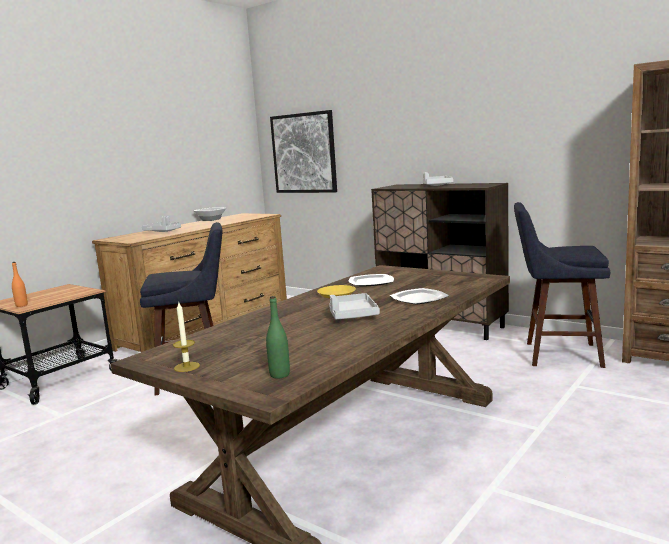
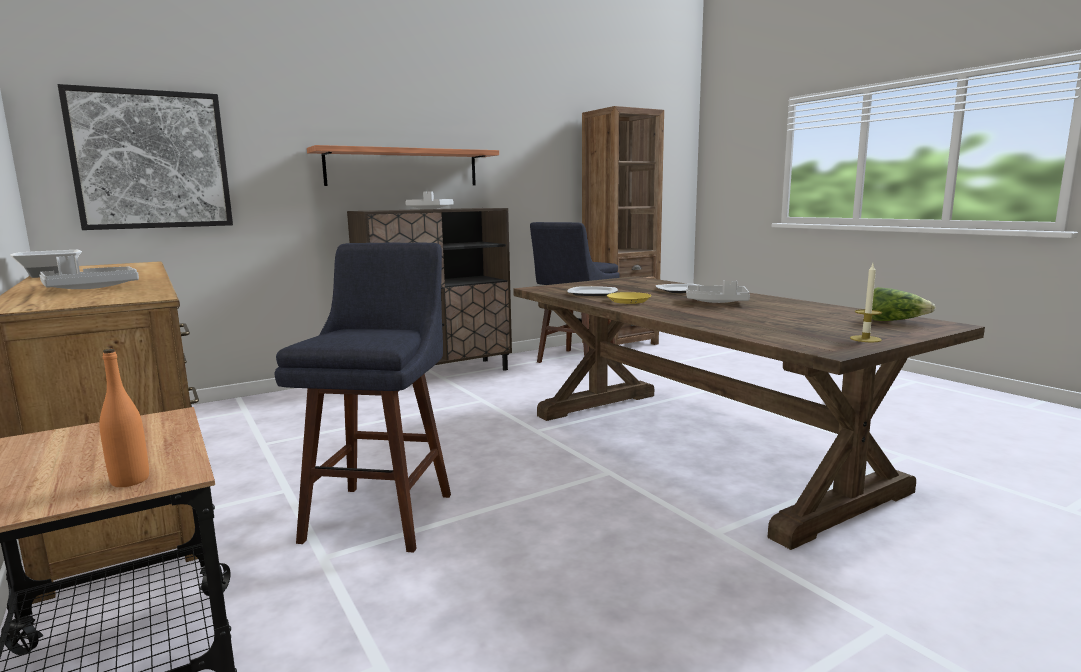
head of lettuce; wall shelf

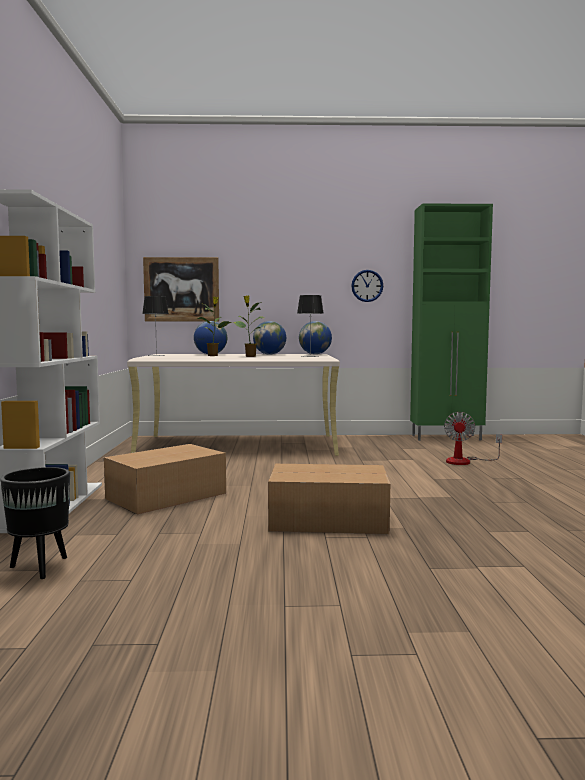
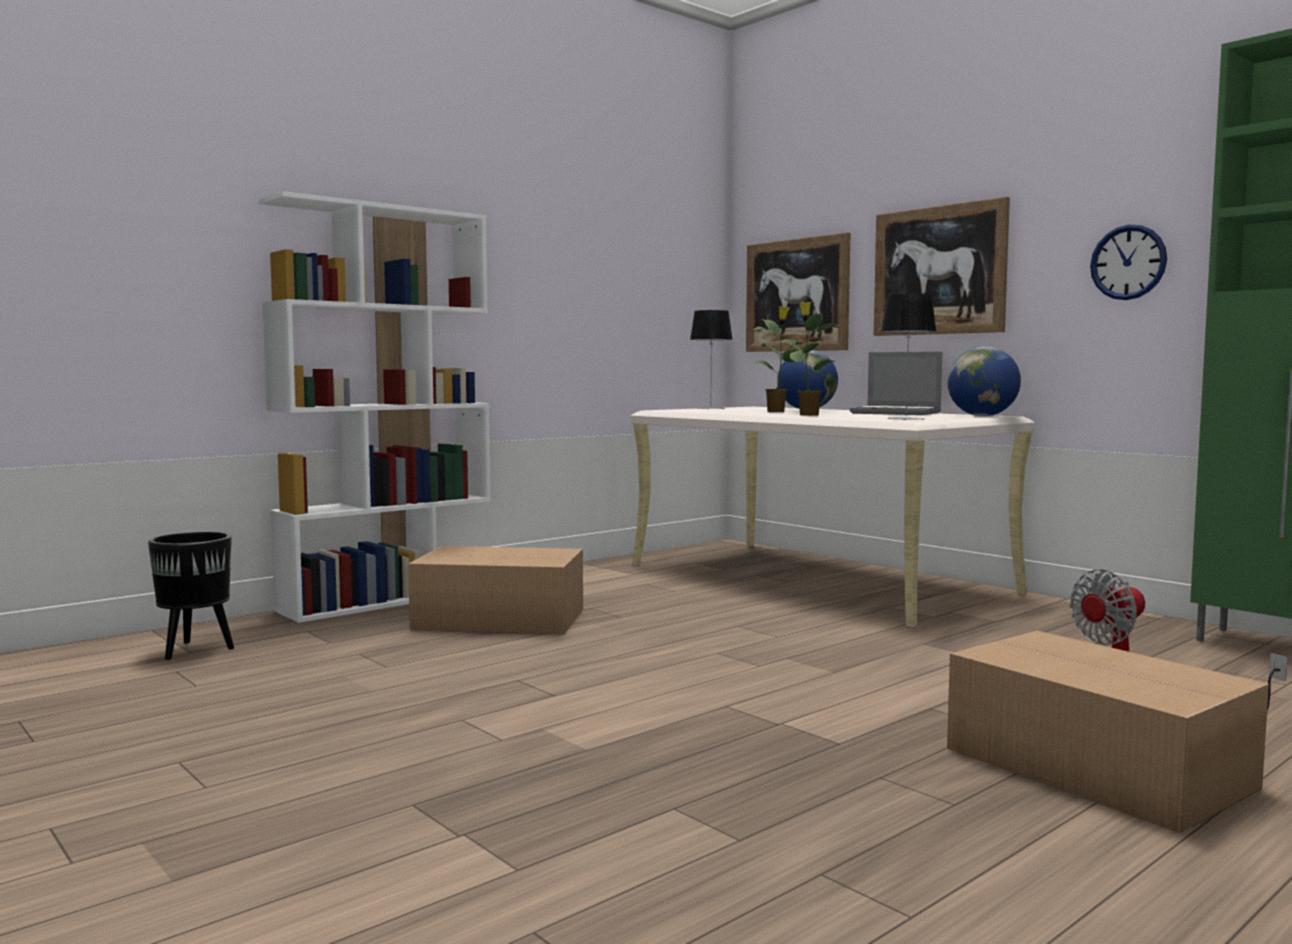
notebook computer; packing box (no. 2 from left); wall picture (no. 2 from left)

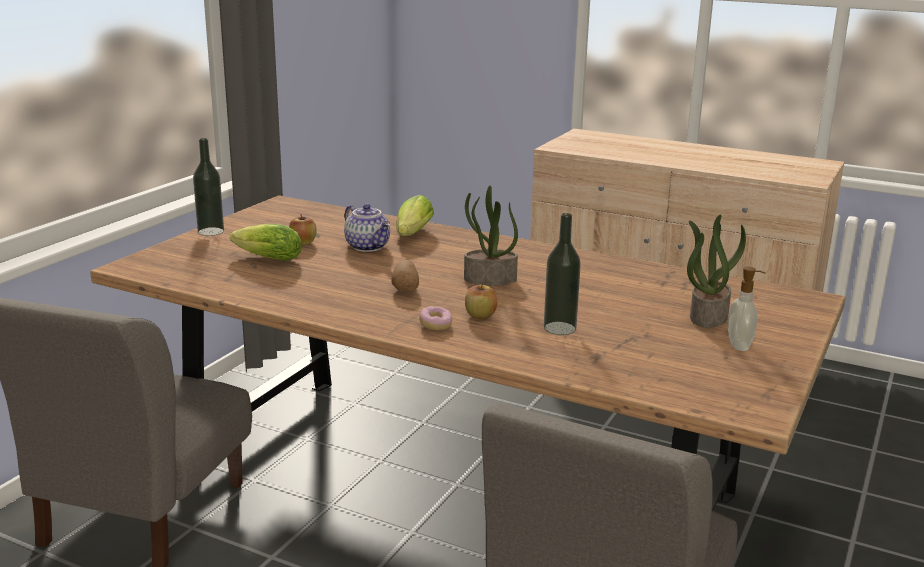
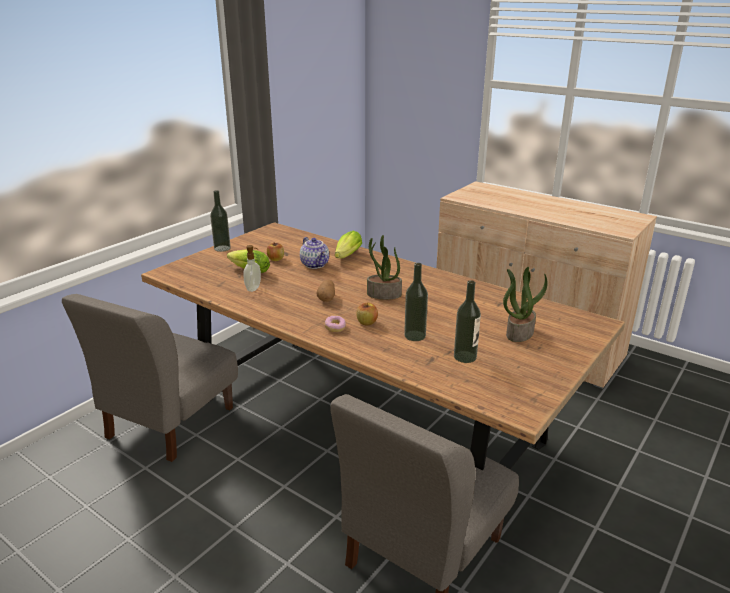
liquid soap bottle; drink bottle (no. 3 from left)

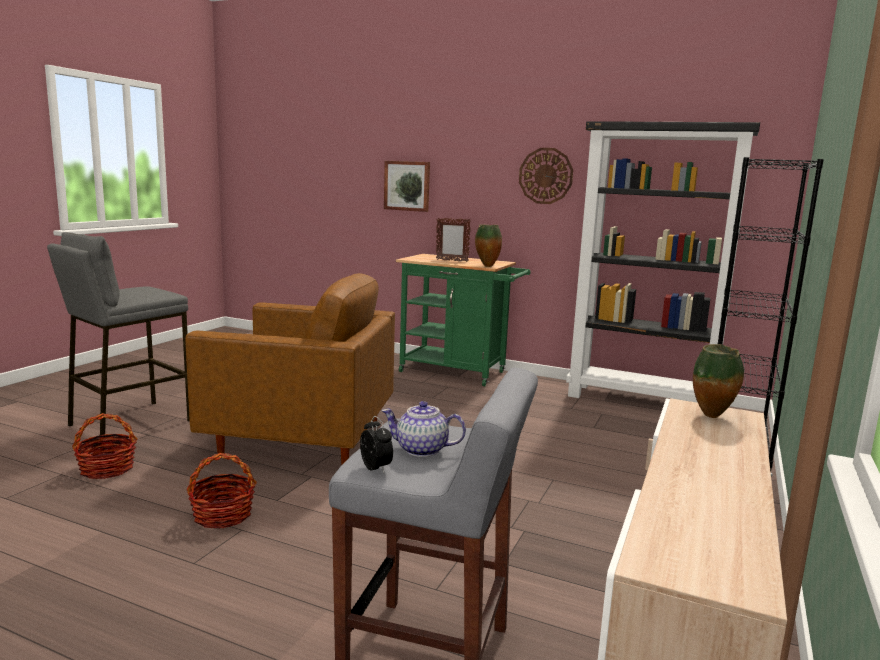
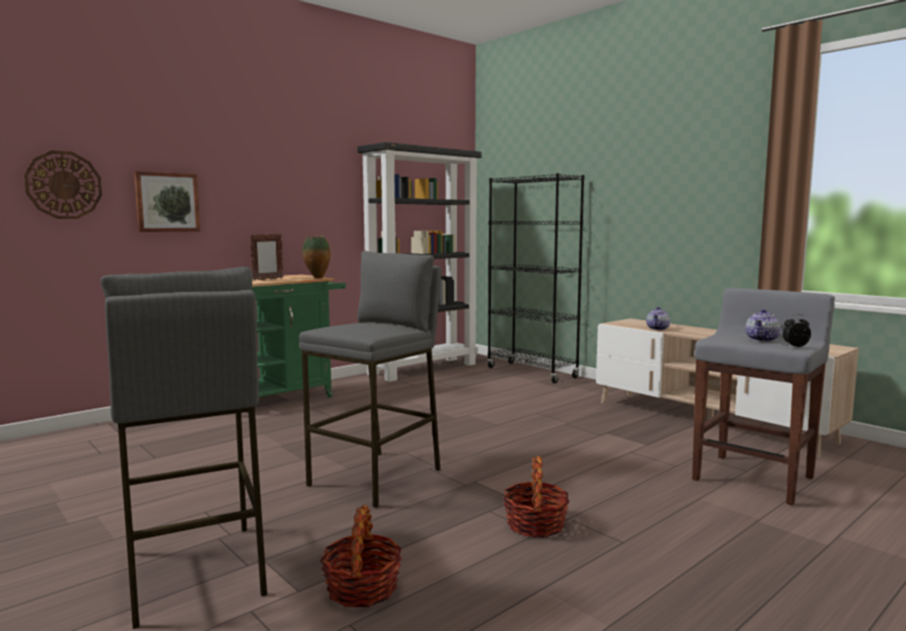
stool seat/greyish (no. 2 from left); wall clock; vase (no. 2 from left in the first image); pot for tea (no. 1 from left)

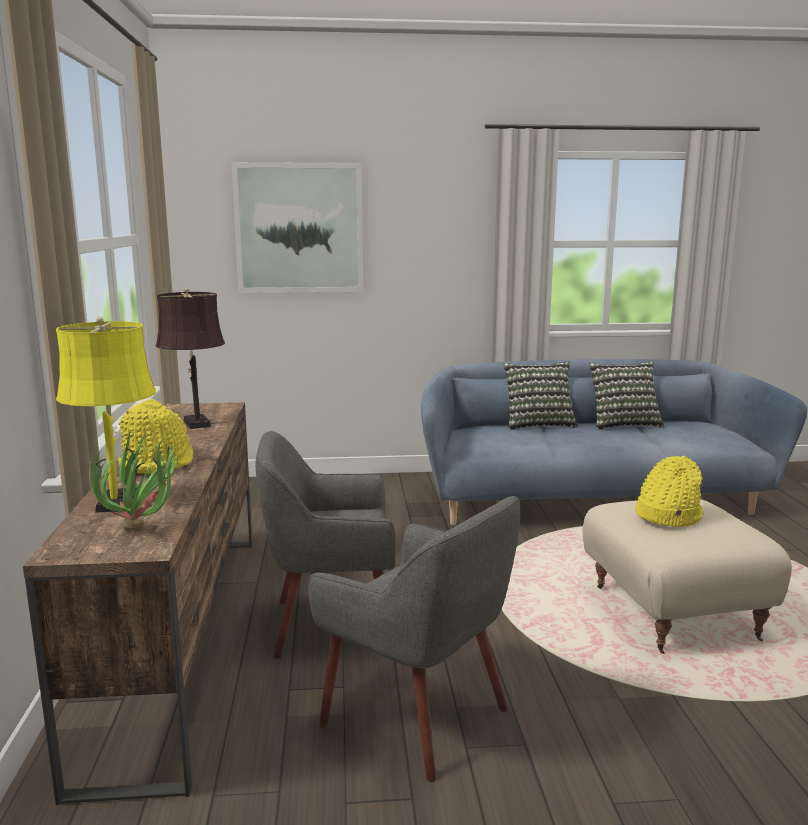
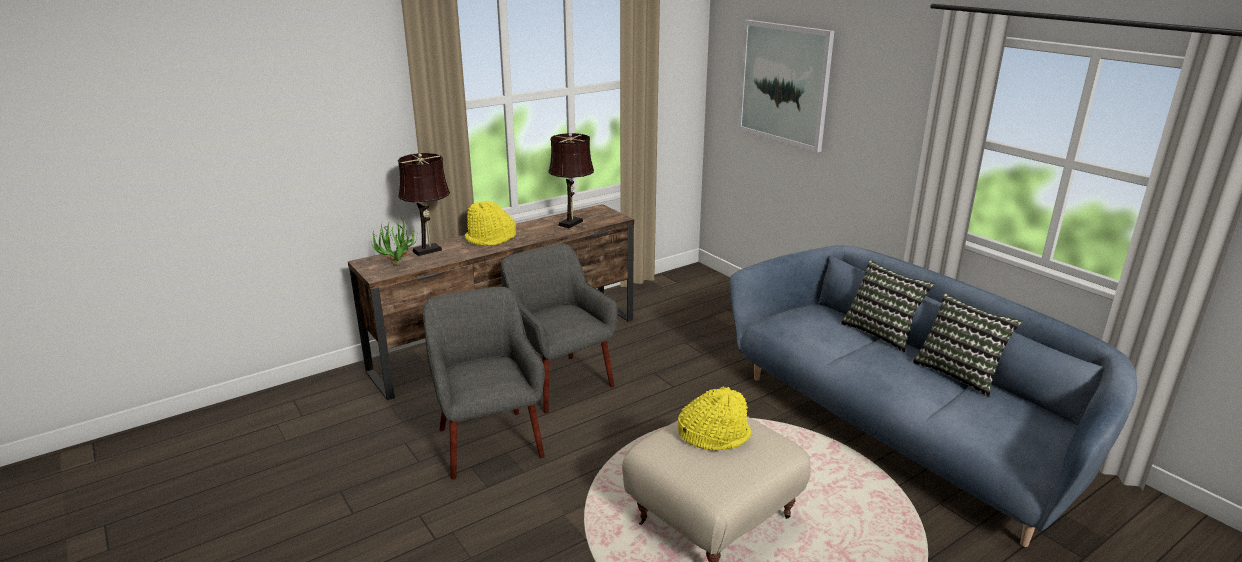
tabletop lamp/brown-coloured (no. 1 from left); easy chair/greyish (no. 1 from left)

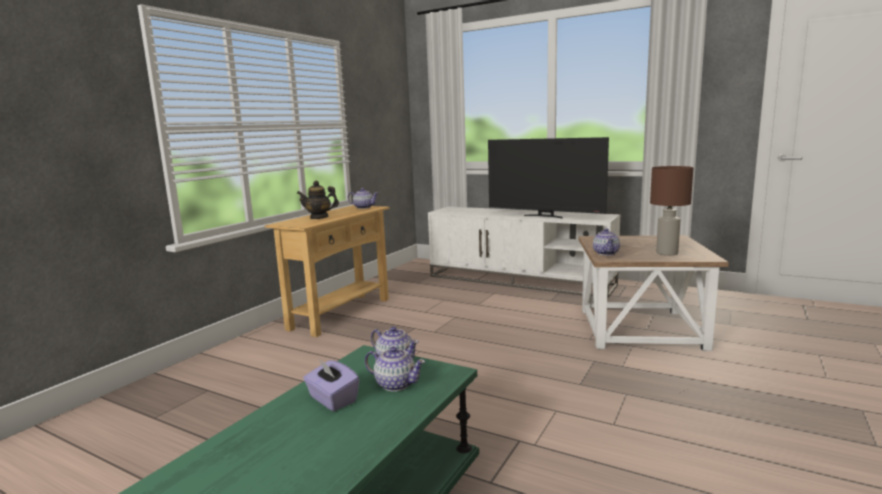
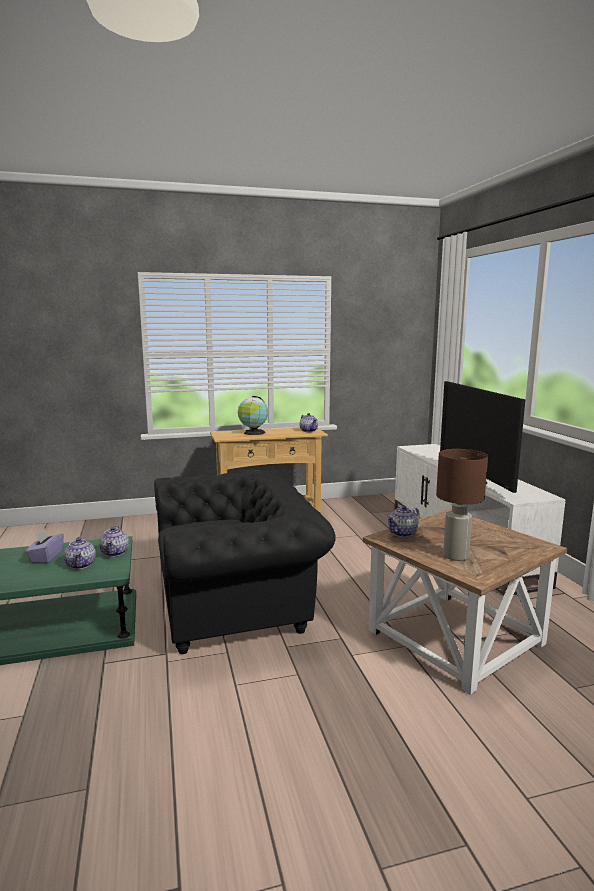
globe; easy chair/black

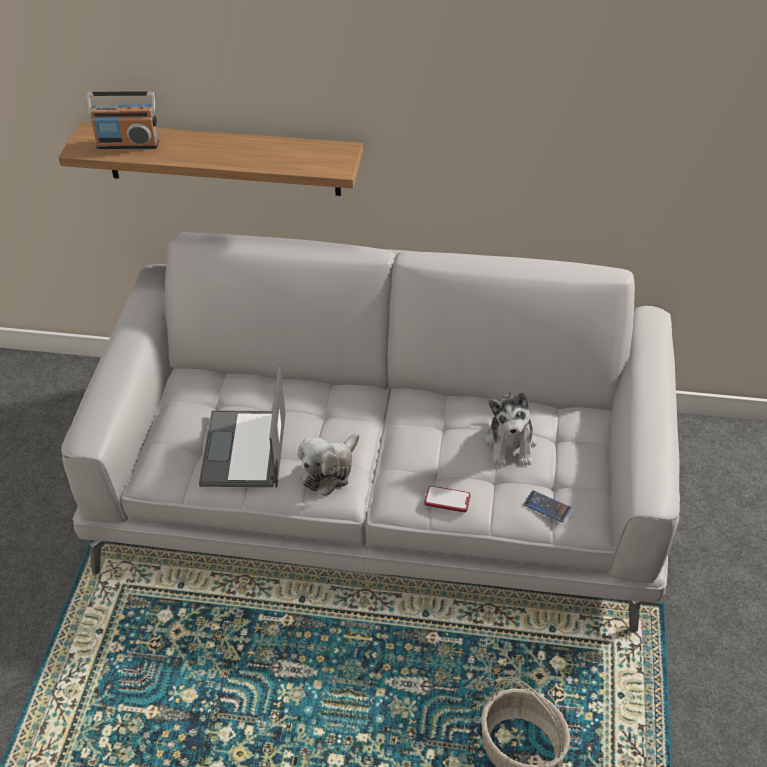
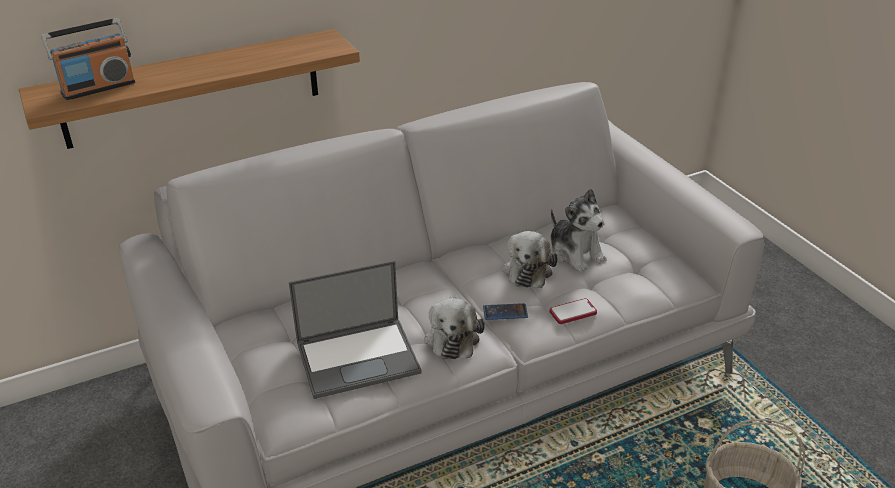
notebook computer; phone (no. 1 from left); plush toy (no. 2 from left)

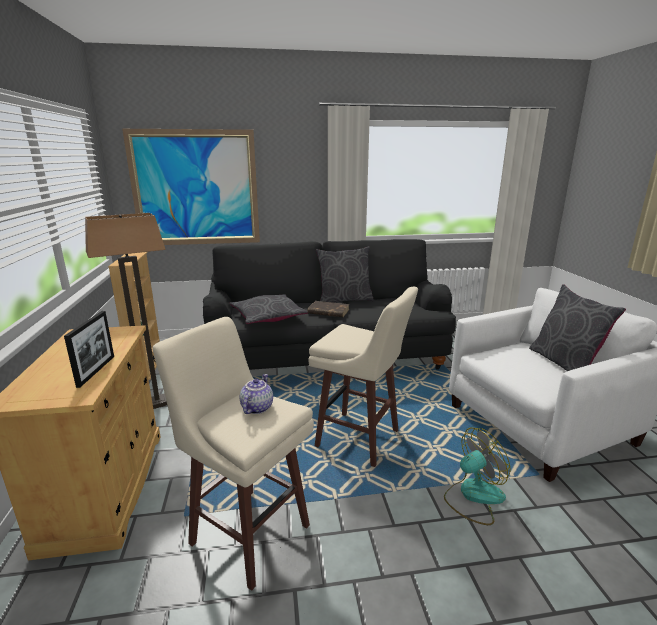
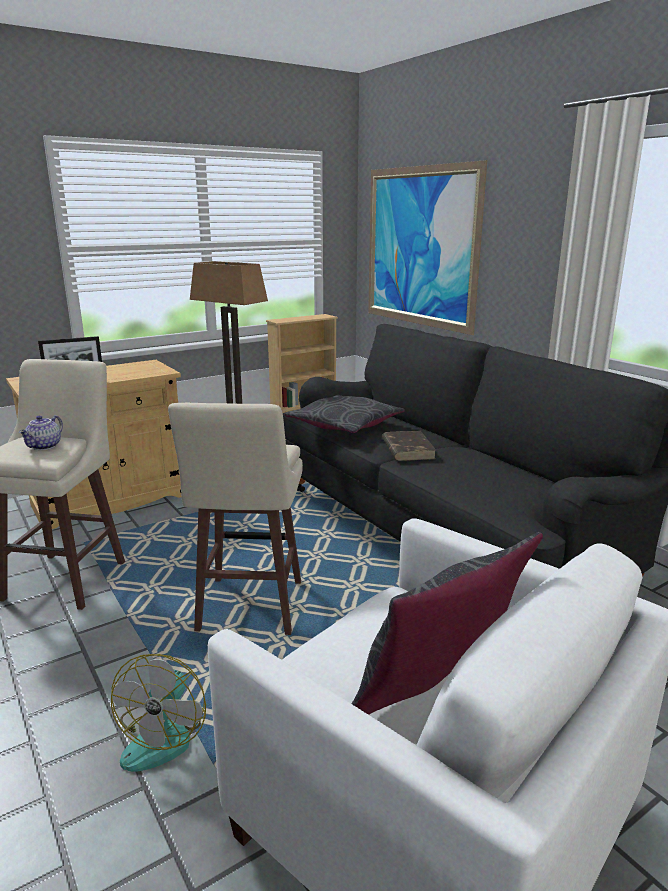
pot for tea; cushion/greyish (no. 2 from left in the first image); cooling fan

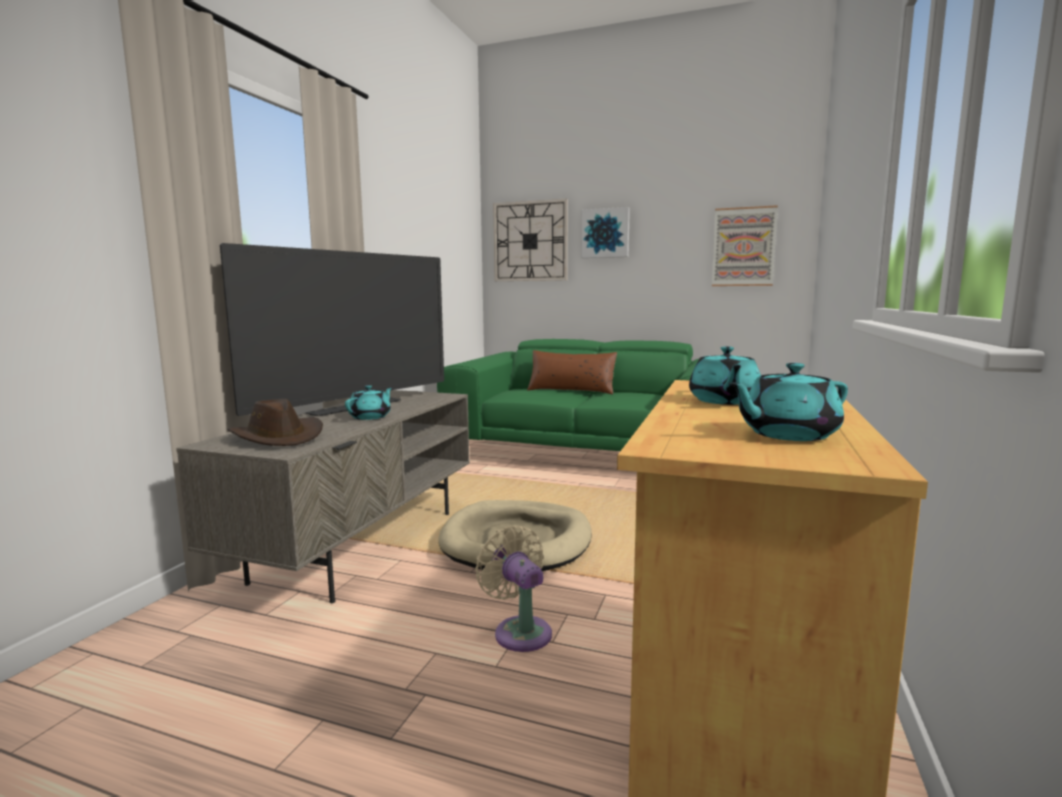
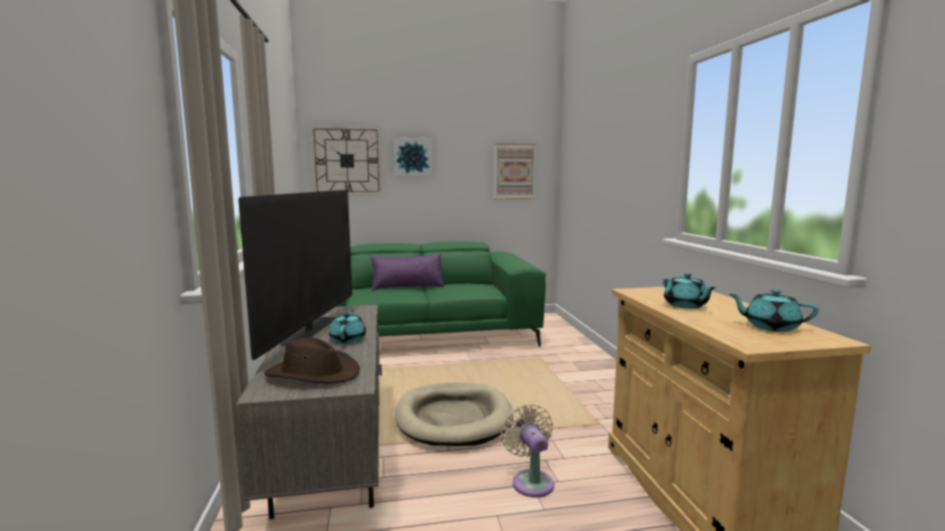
cooling fan/beige; cushion/purple-coloured; pot for tea/turquoise-coloured (no. 3 from left)

